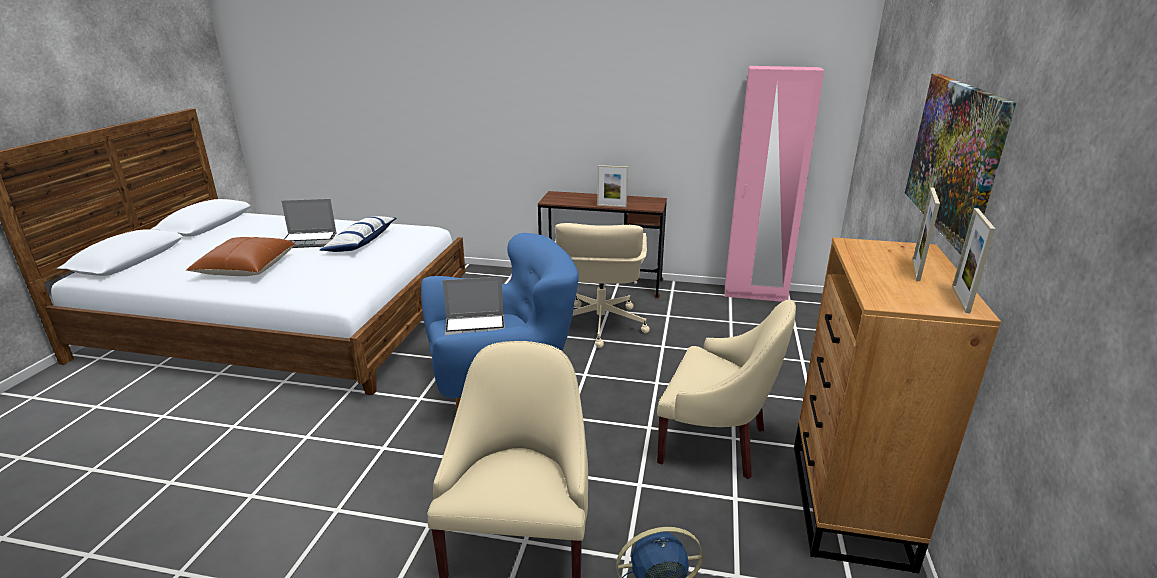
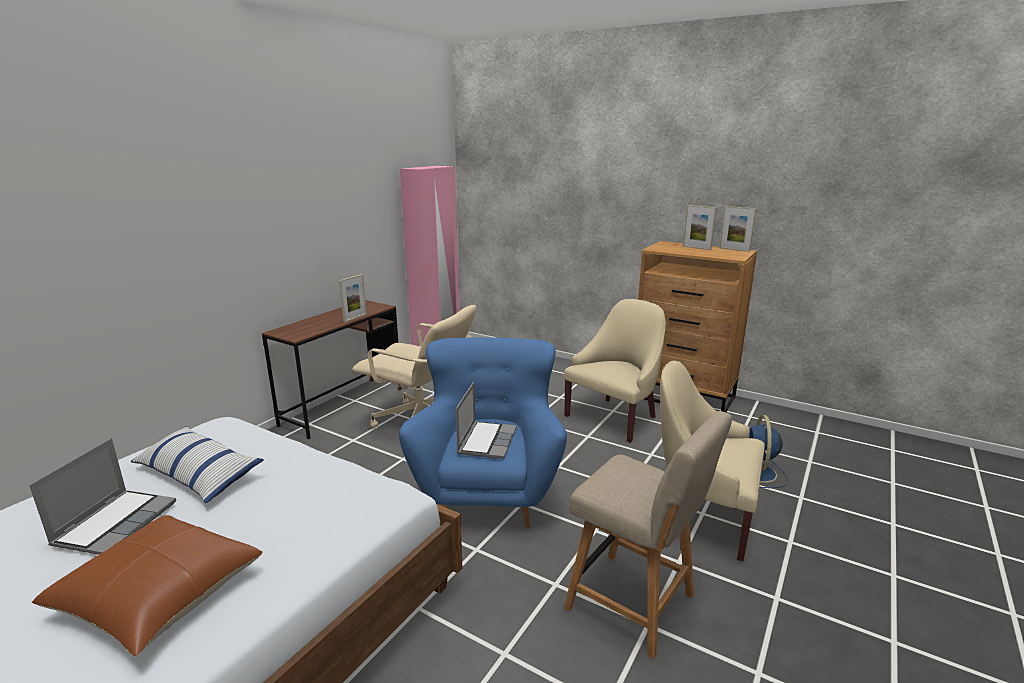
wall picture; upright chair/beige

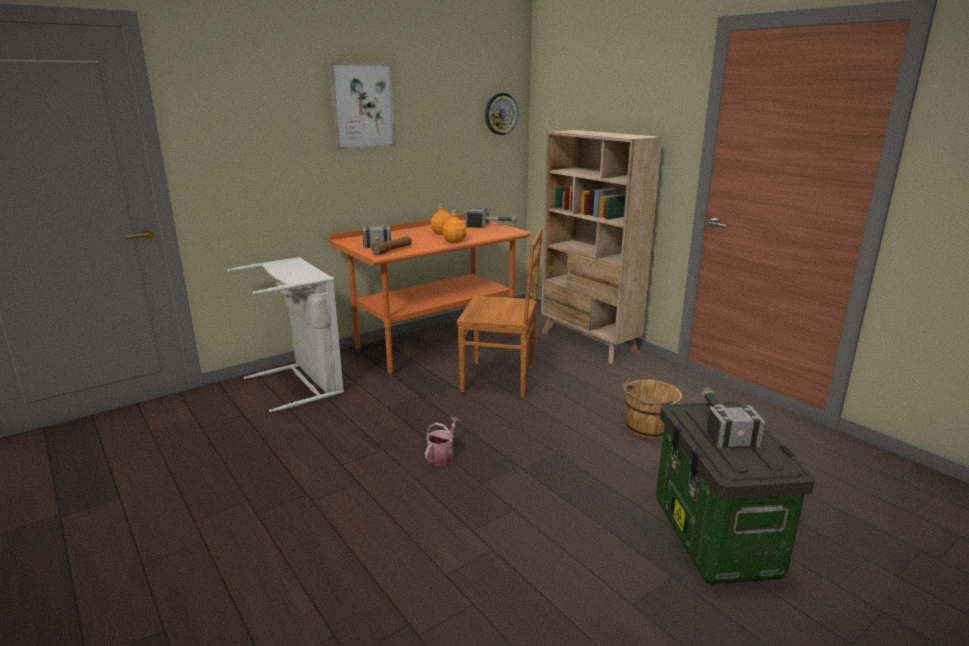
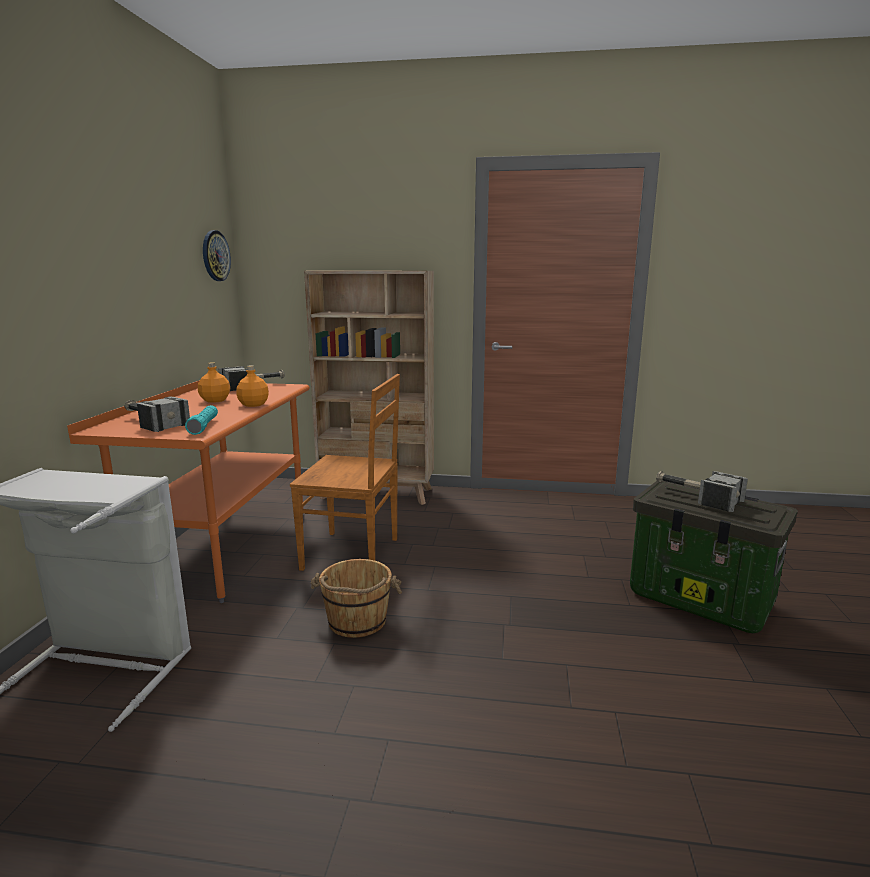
wall picture; flashlight/turquoise-coloured; watering can; upright chair/brown-coloured; pail/brown-coloured

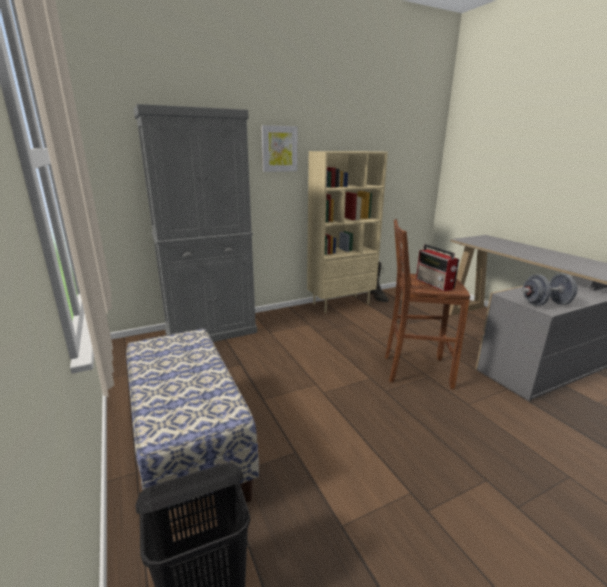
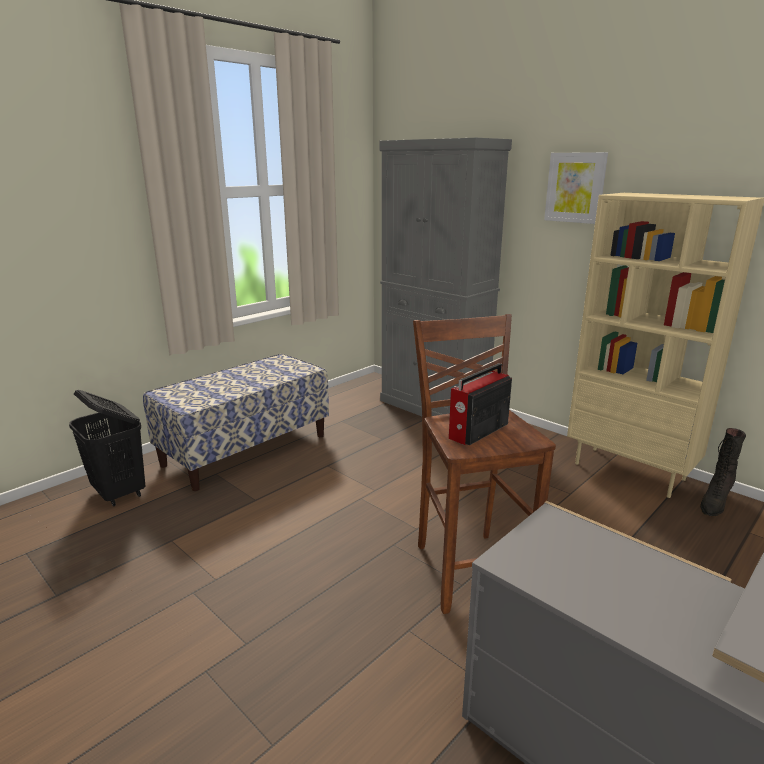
dumbbell/greyish

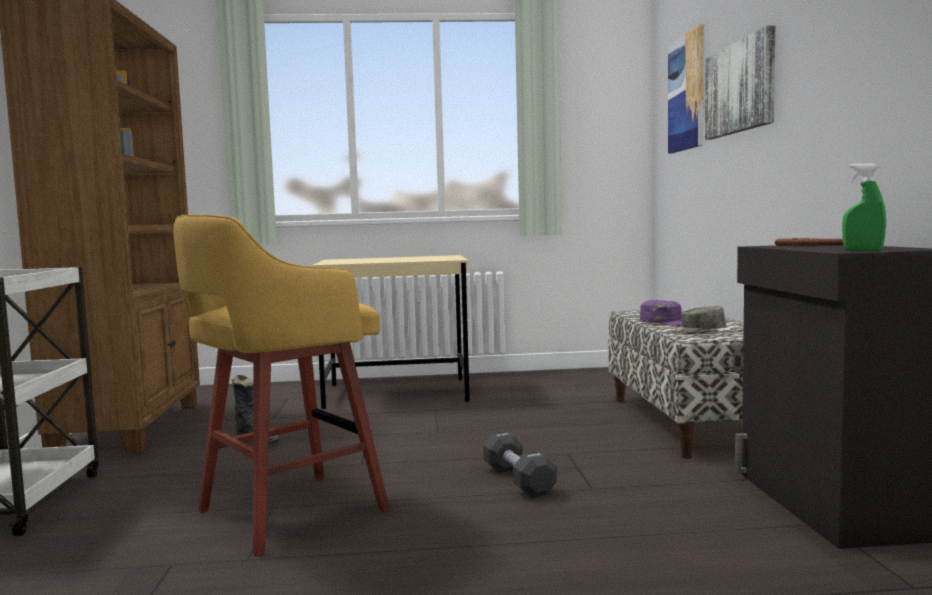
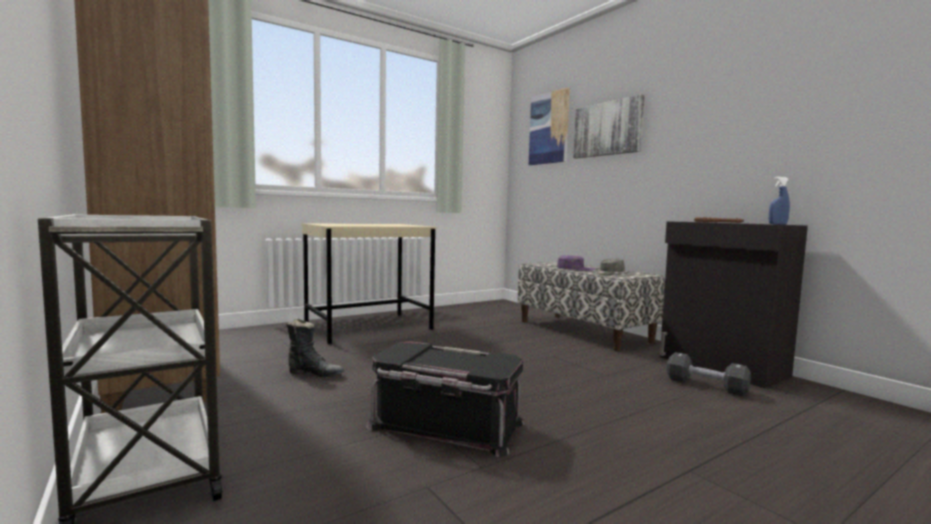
storage container/black; dumbbell/black; hand sprayer/blue

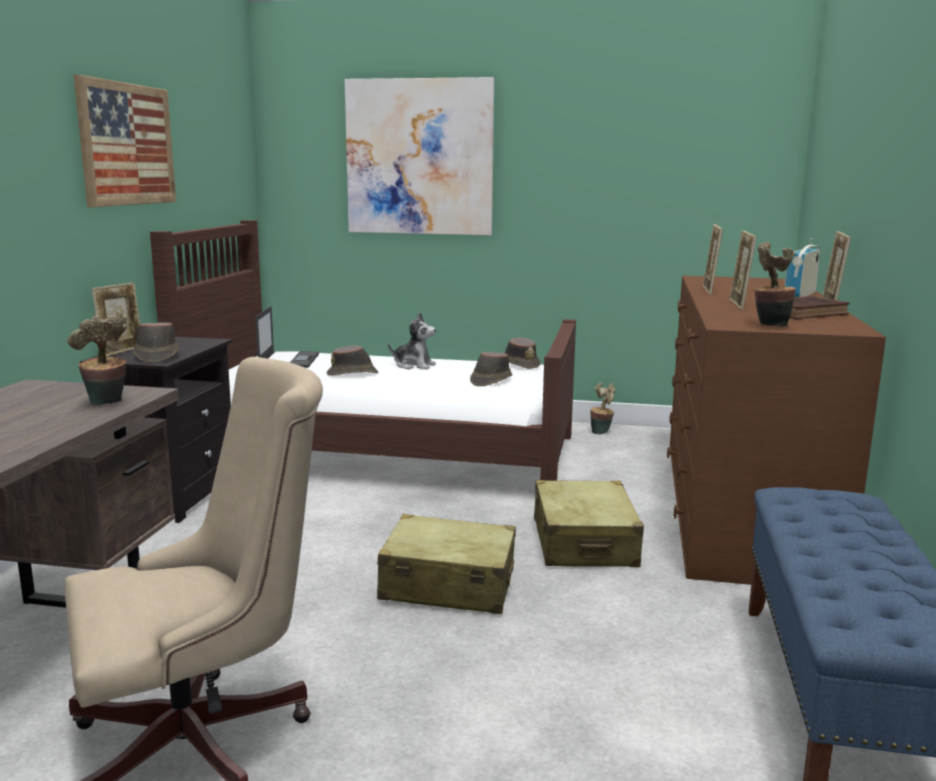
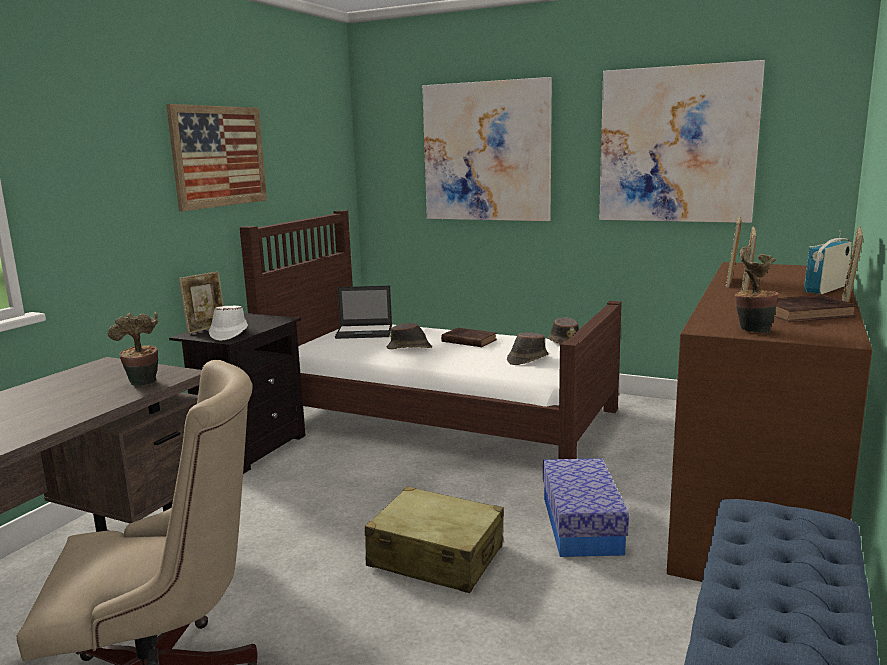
clothing hat/white-coloured; notebook computer; book/brown-coloured (no. 1 from left); storage container; plant in a pot (no. 2 from left in the first image); wall picture (no. 3 from left)

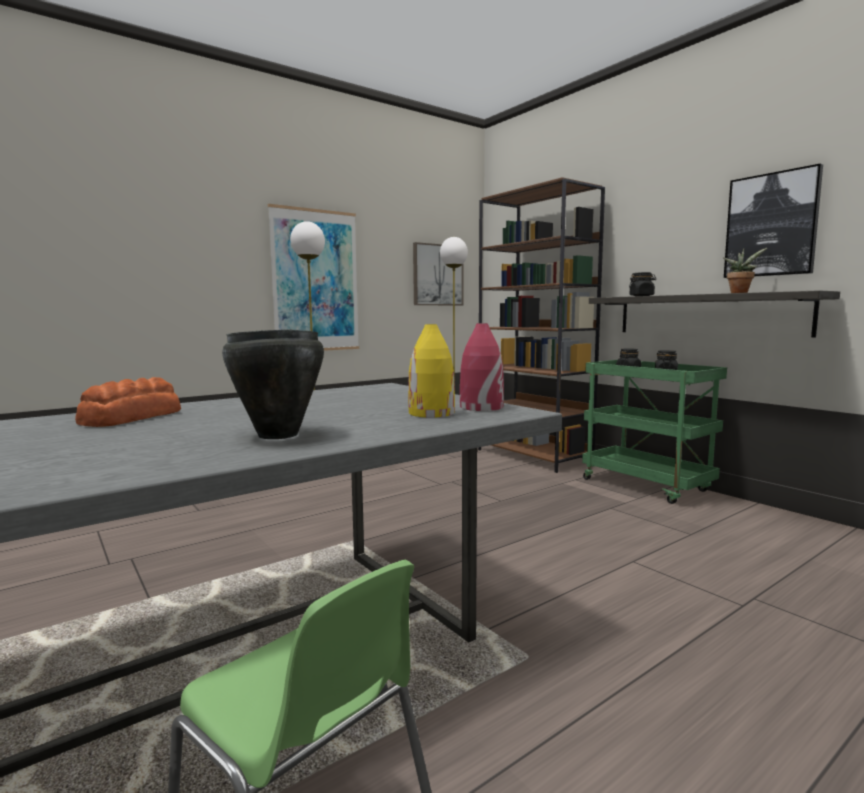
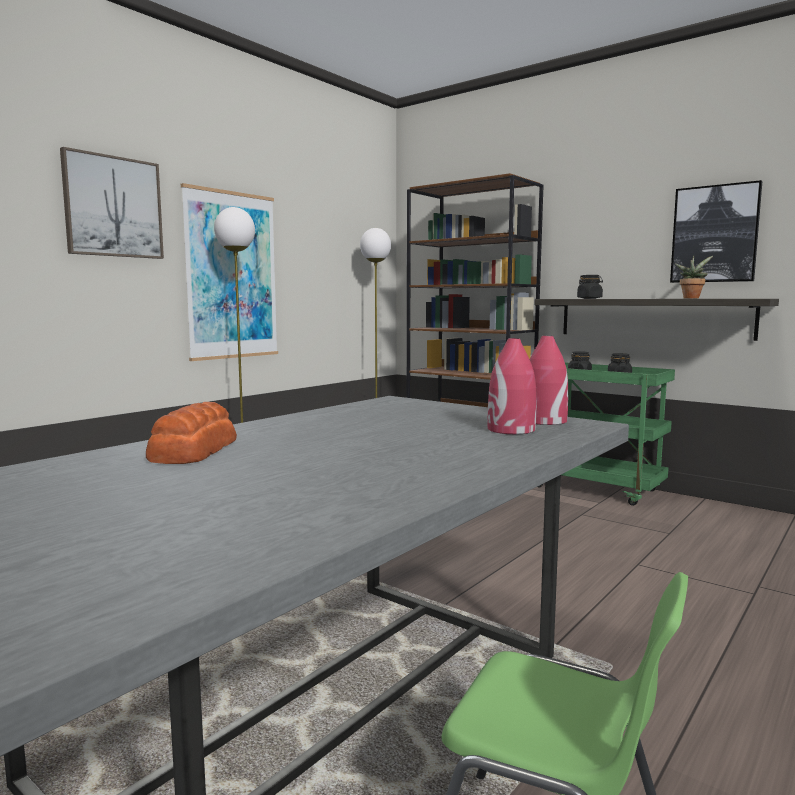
cooking pot/black; vase/red-coloured (no. 1 from left); wall picture (no. 1 from left)

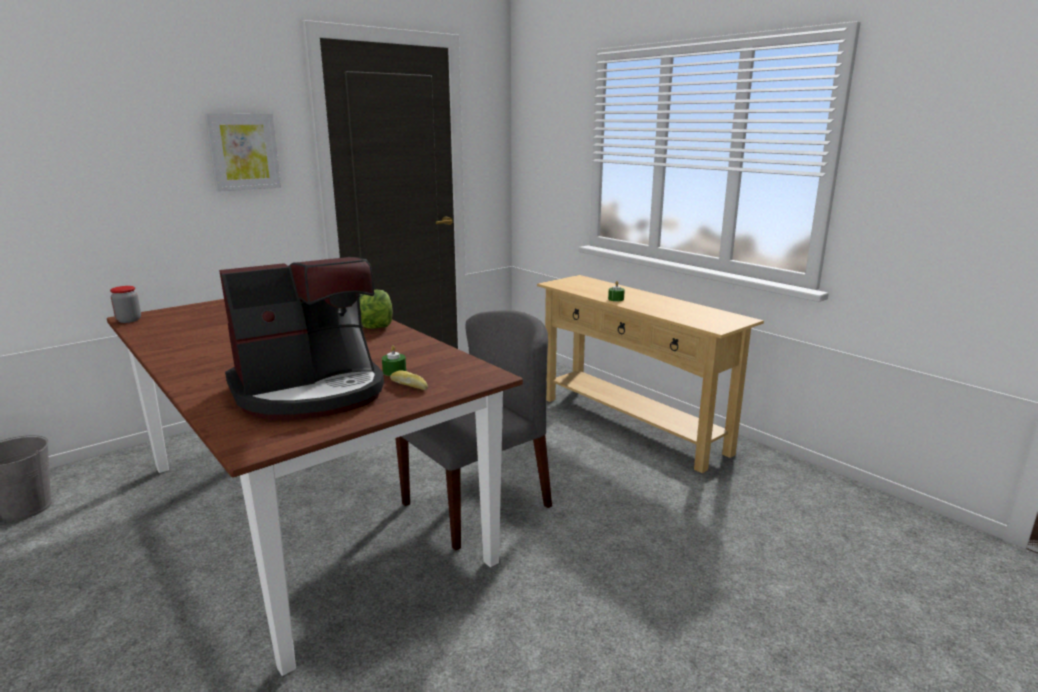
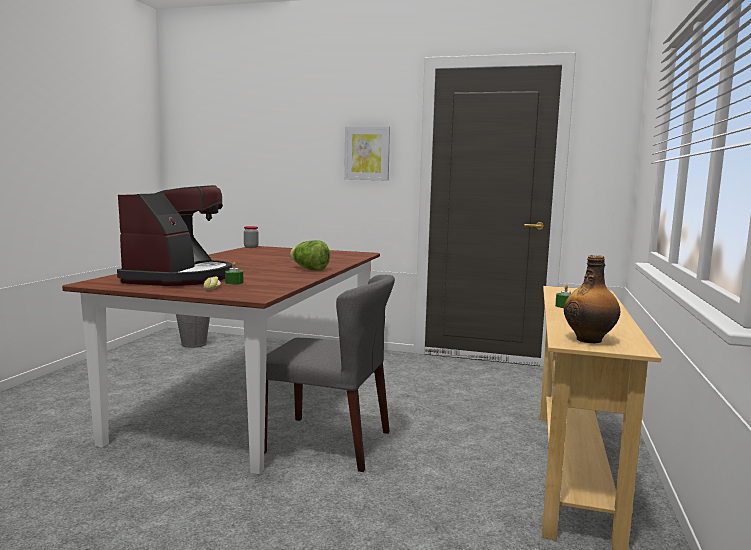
coffee brewer; drink bottle

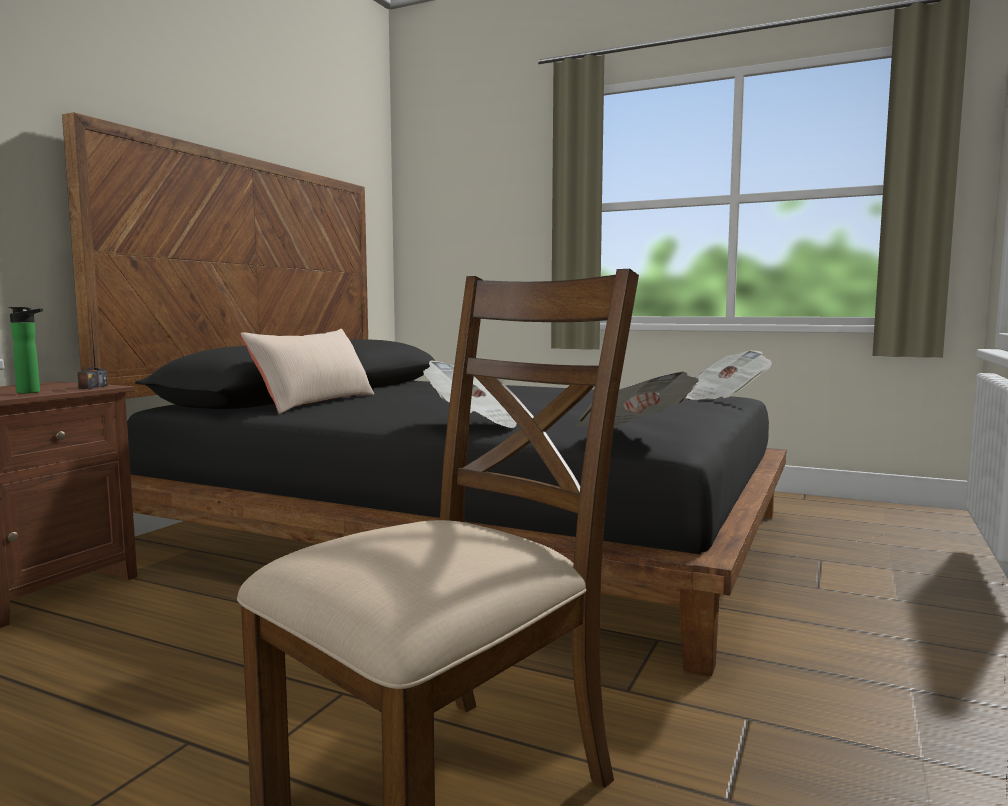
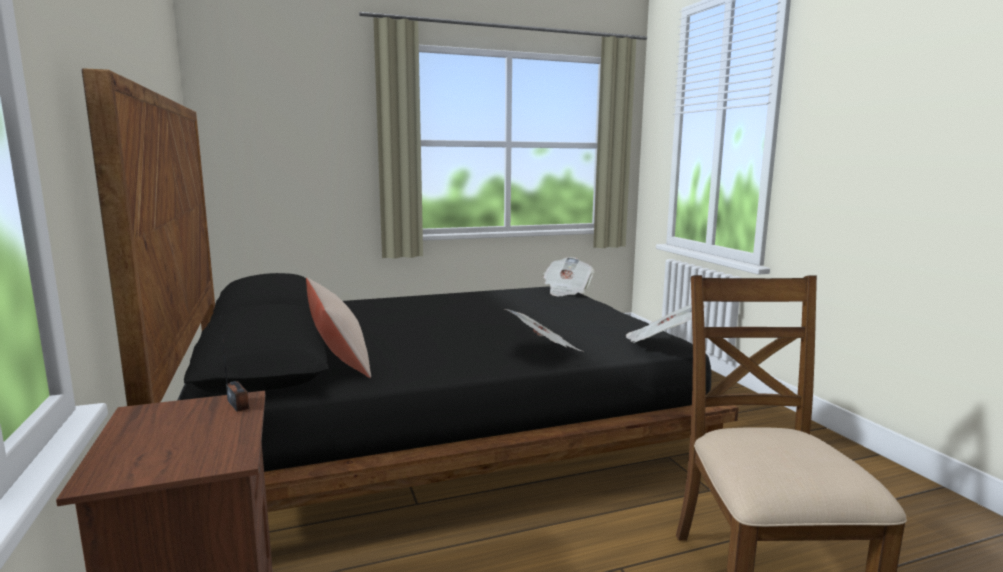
drink bottle

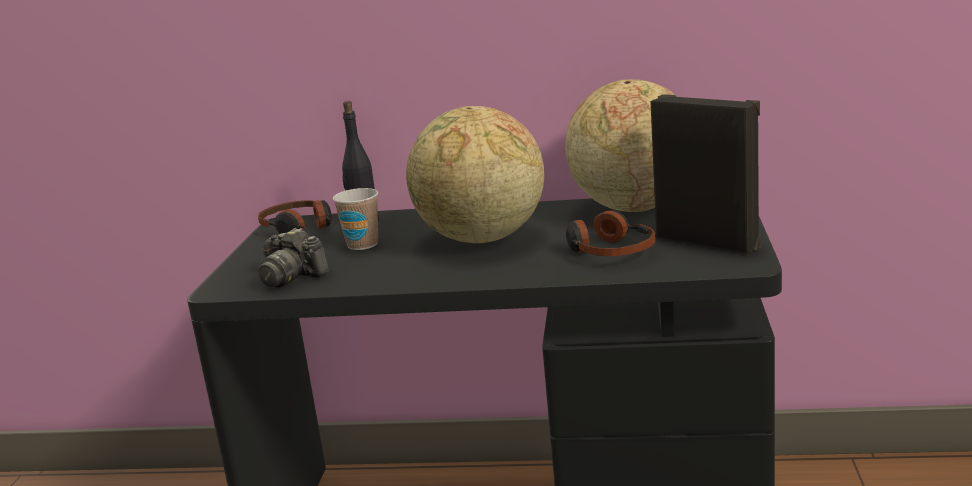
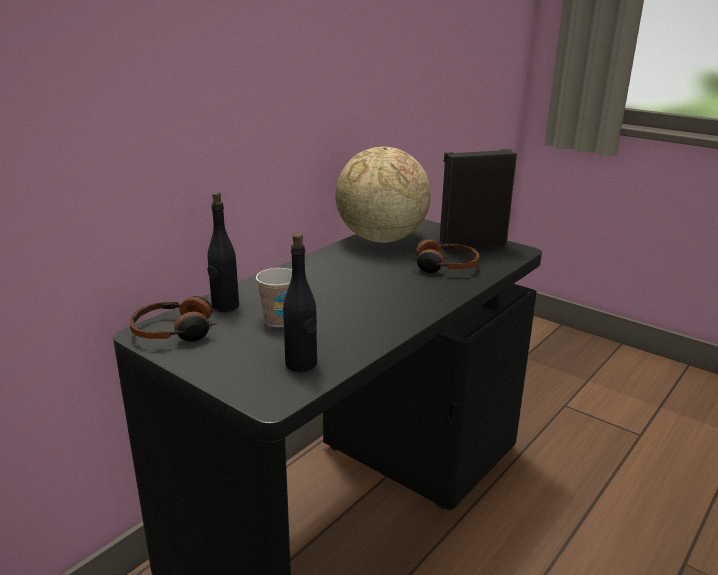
drink bottle/black (no. 2 from left); globe (no. 1 from left in the first image)

